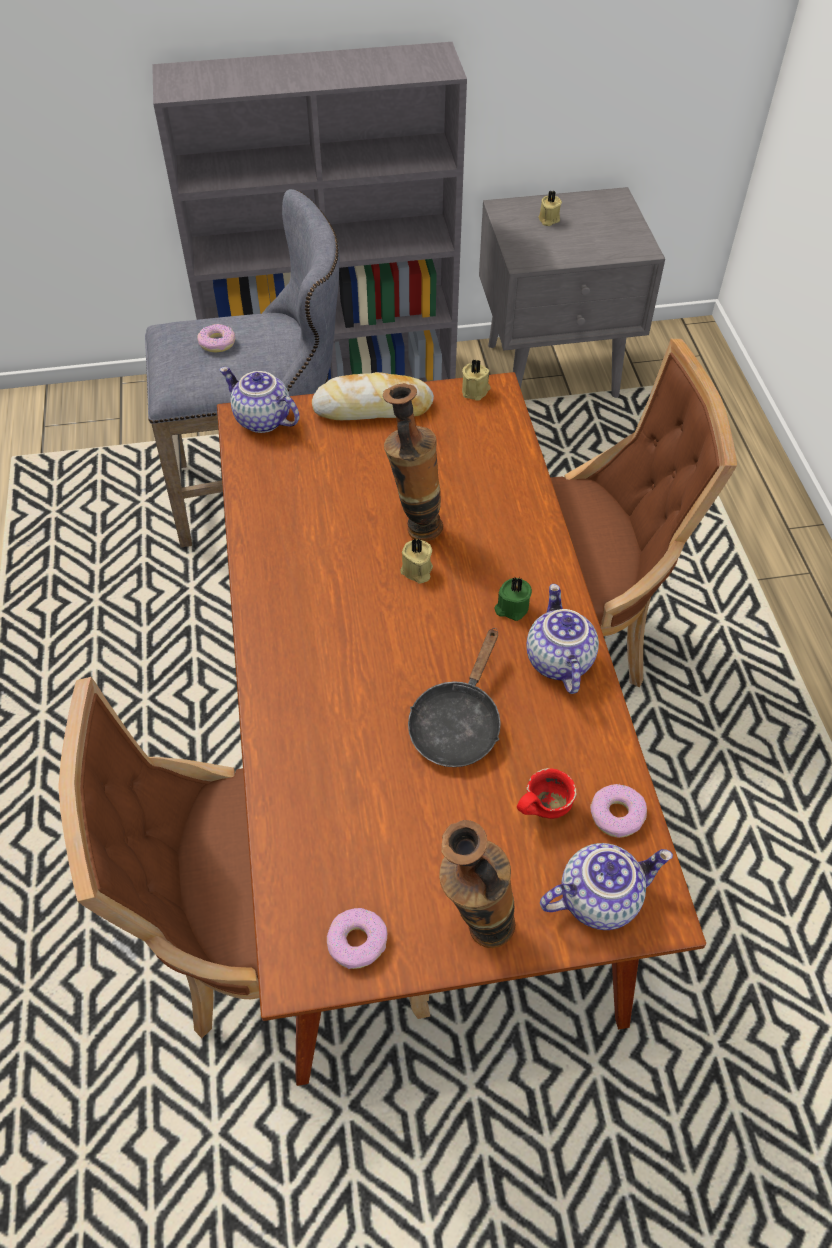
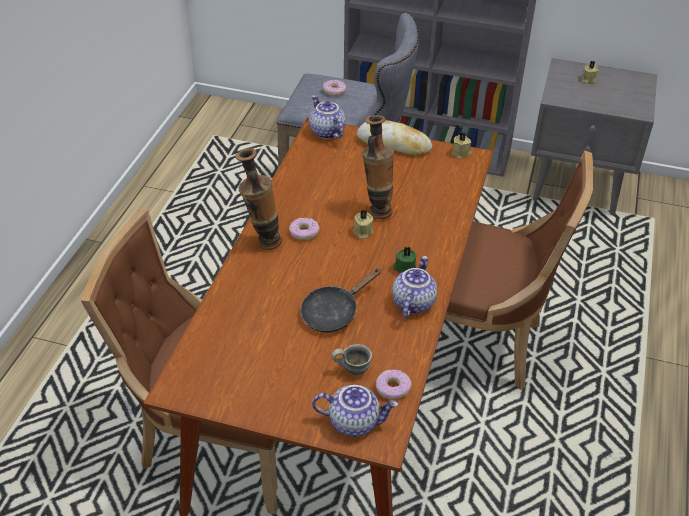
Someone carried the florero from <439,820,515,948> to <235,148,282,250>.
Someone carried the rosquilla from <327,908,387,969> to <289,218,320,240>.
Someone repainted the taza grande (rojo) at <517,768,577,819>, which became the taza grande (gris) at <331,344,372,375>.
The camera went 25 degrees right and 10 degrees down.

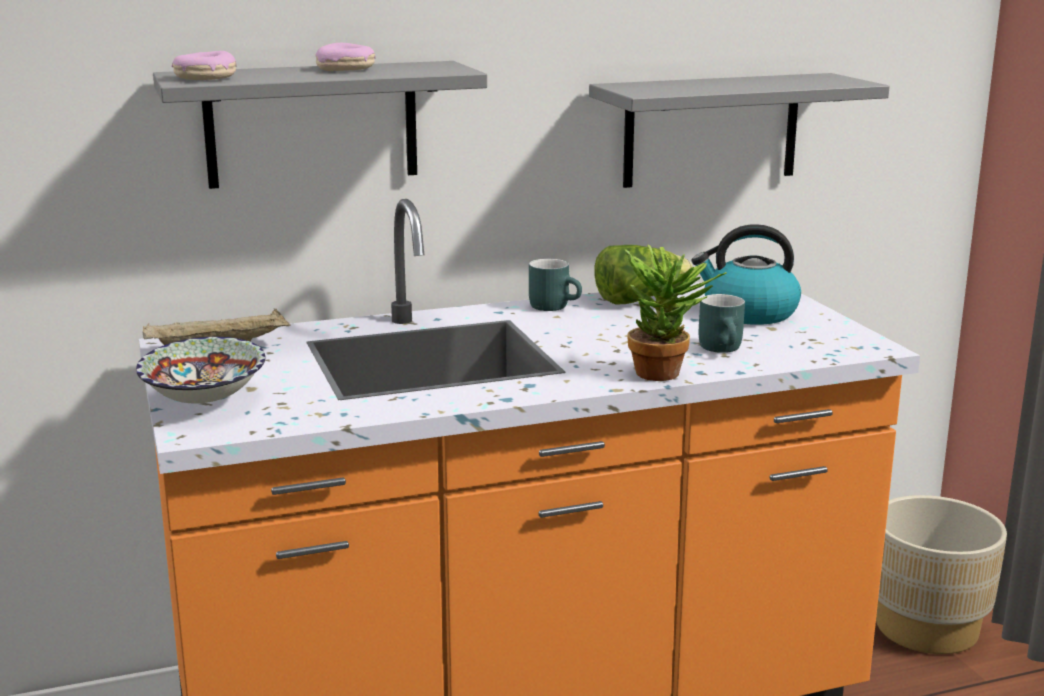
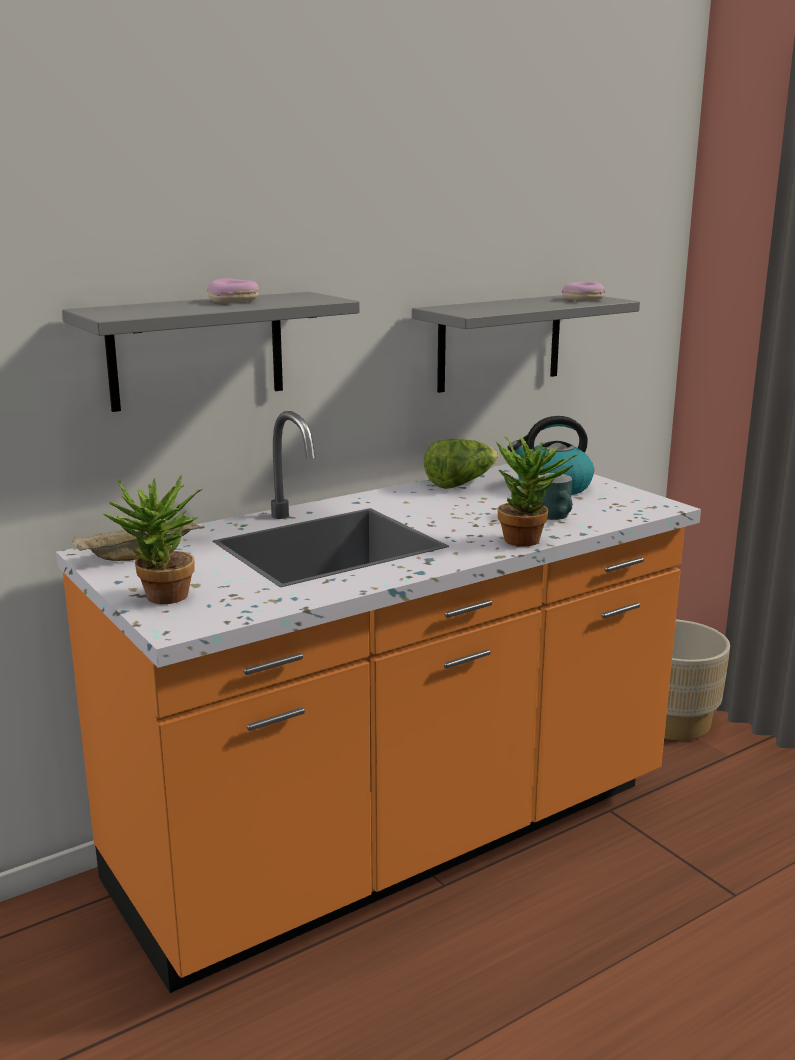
Someone swapped the cuenco at <136,337,265,403> for the planta en maceta at <103,475,203,604>.
Someone carried the rosquilla from <171,51,237,80> to <562,281,605,301>.
Someone took away the taza grande (turquesa) at <529,259,582,311>.
The camera went 15 degrees left and 0 degrees up.

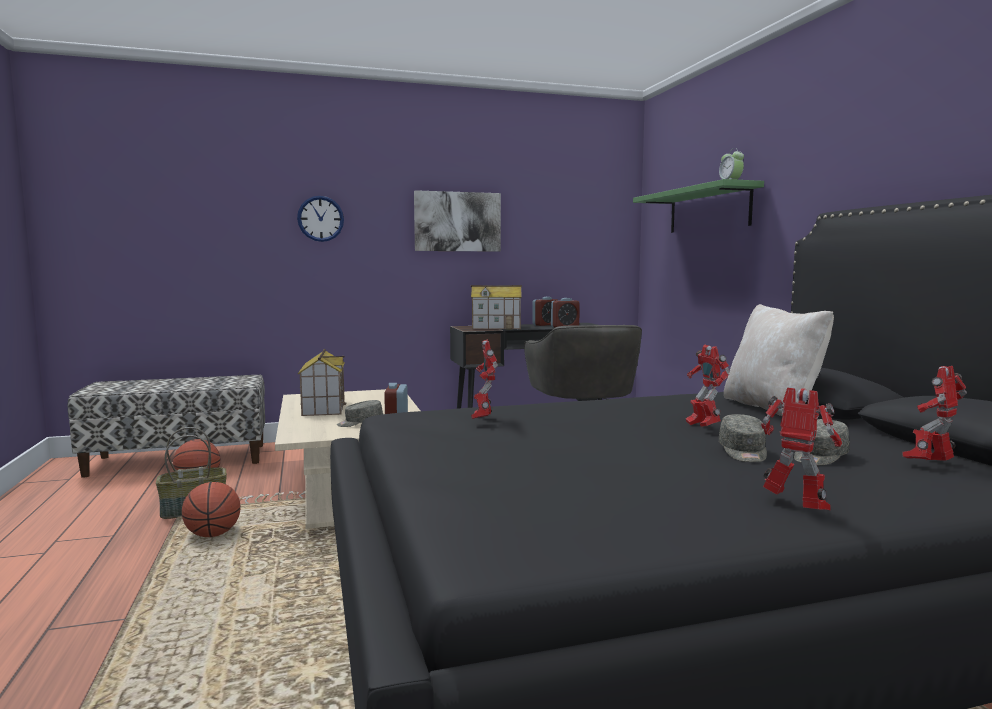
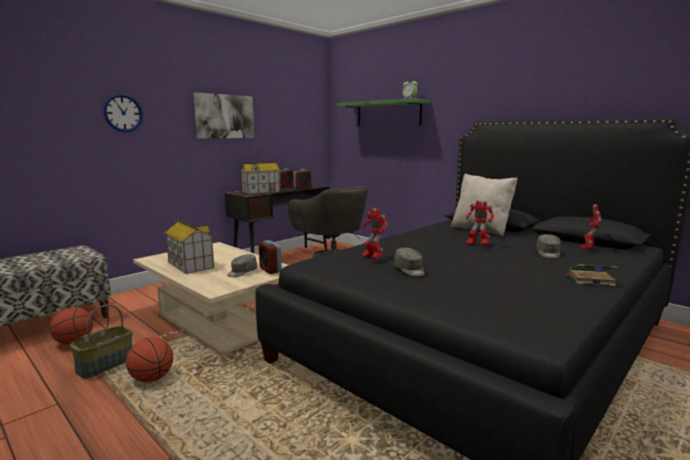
Someone carried the gorra (gris) from <719,414,767,462> to <394,248,425,276>.
Someone swapped the robot de juguete at <761,388,842,510> for the libro at <564,264,618,286>.
The camera went 30 degrees left and 5 degrees up.

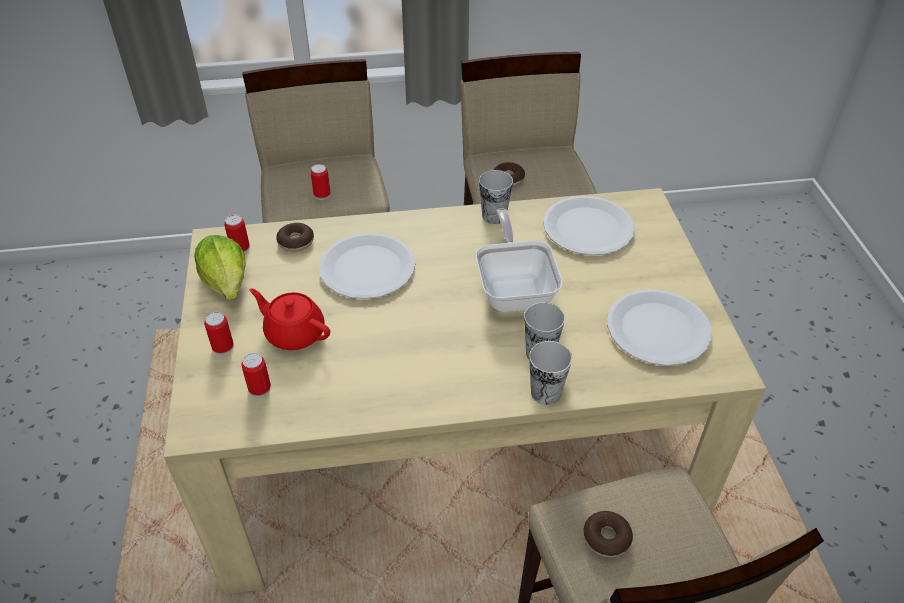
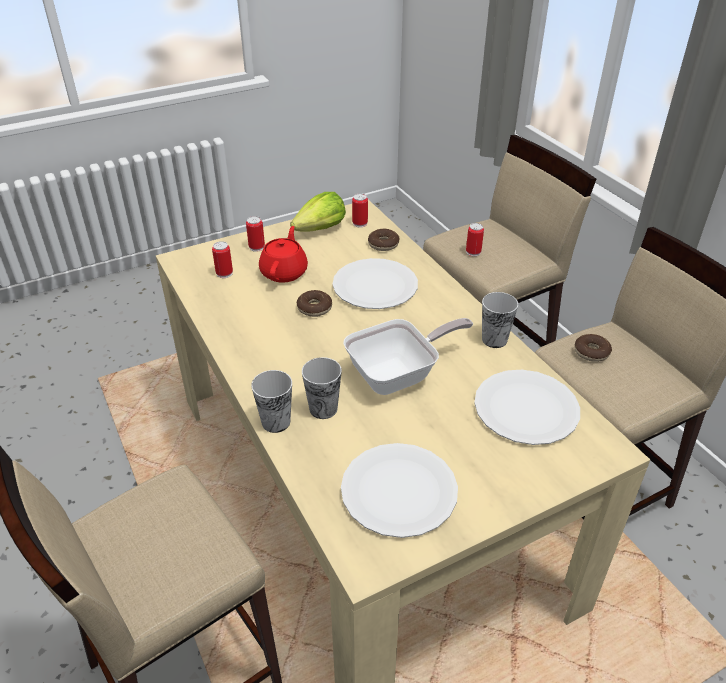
Someone carried the rosquilla from <583,511,633,558> to <297,290,332,317>.
The camera went 70 degrees right and 5 degrees down.

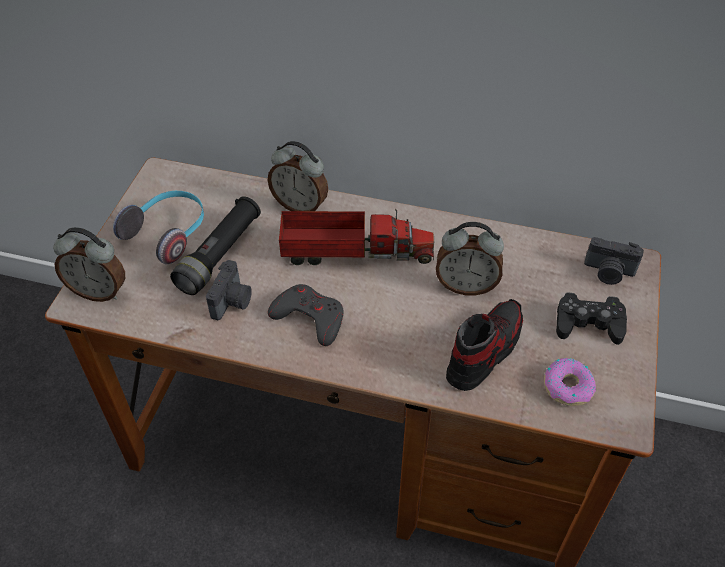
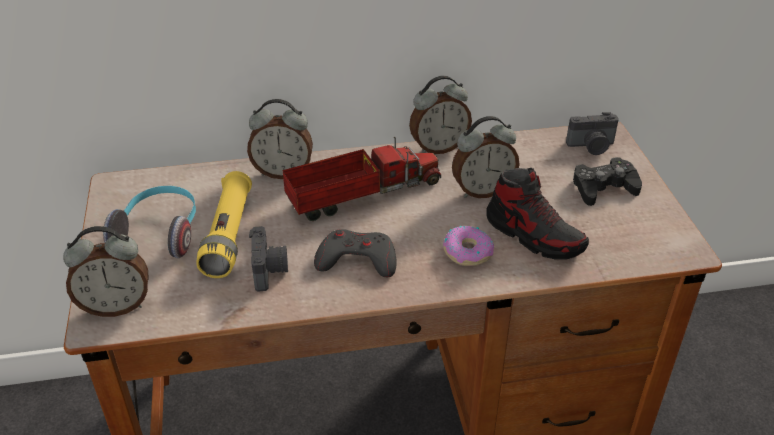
Someone repainted the linterna (negro) at <170,196,261,295>, which became the linterna (amarillo) at <196,171,252,278>.
Someone put down the despertador at <409,76,472,154>.
Someone carried the rosquilla from <544,358,596,406> to <443,226,494,266>.
Someone rotated the zapato at <446,299,523,391> by 120 degrees clockwise.
The camera went 25 degrees left and 10 degrees down.

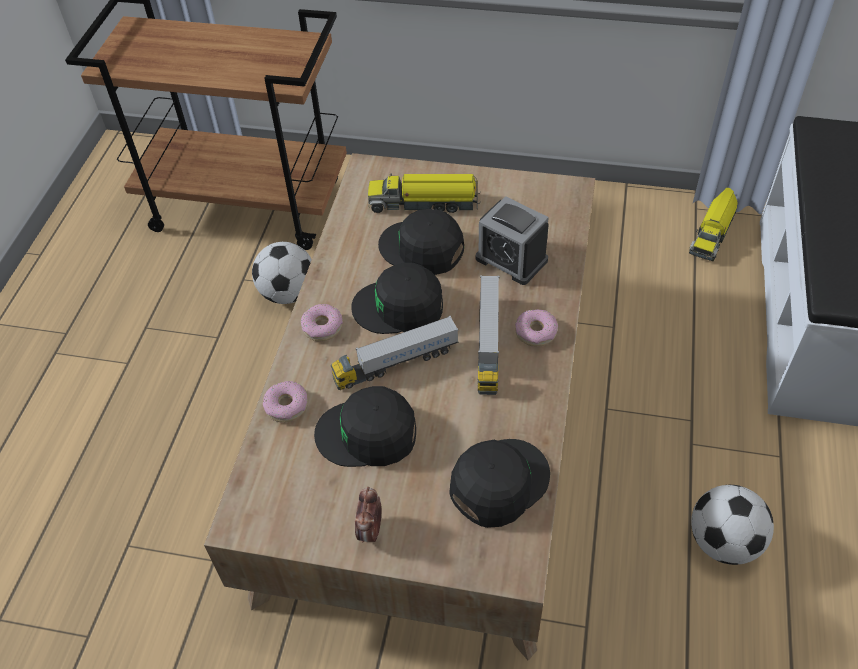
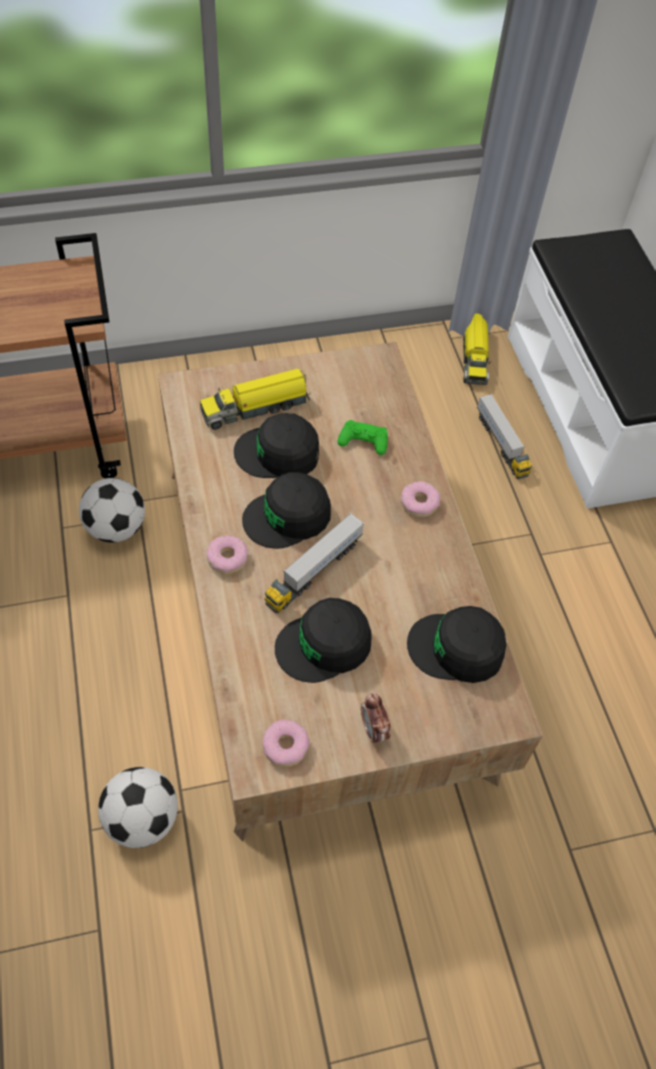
Someone carried the balón de fútbol from <691,485,774,565> to <98,767,178,848>.
Someone carried the rosquilla from <263,381,308,423> to <262,719,309,767>.
Someone swapped the despertador at <476,196,549,285> for the mando de consola (verde) at <338,420,388,455>.
Someone rotated the gorra (negro) at <450,439,550,528> by 105 degrees counterclockwise.
Someone carried the camión de juguete from <478,275,499,395> to <477,394,532,479>.
The camera went 30 degrees left and 5 degrees up.

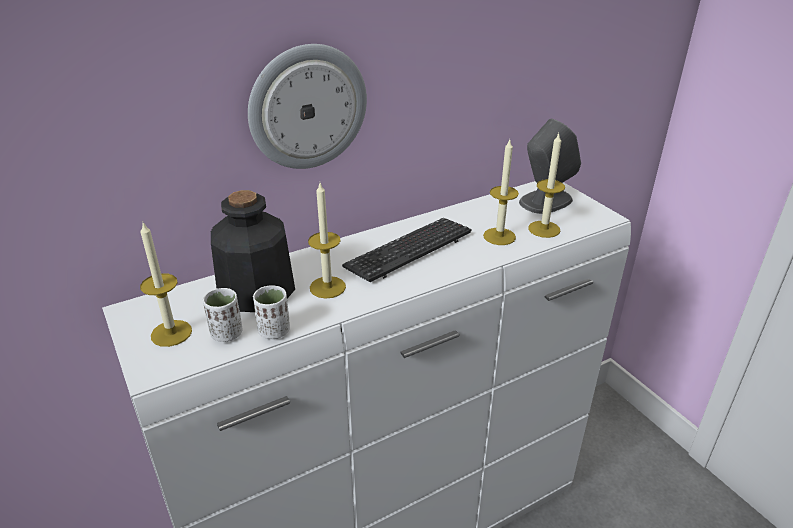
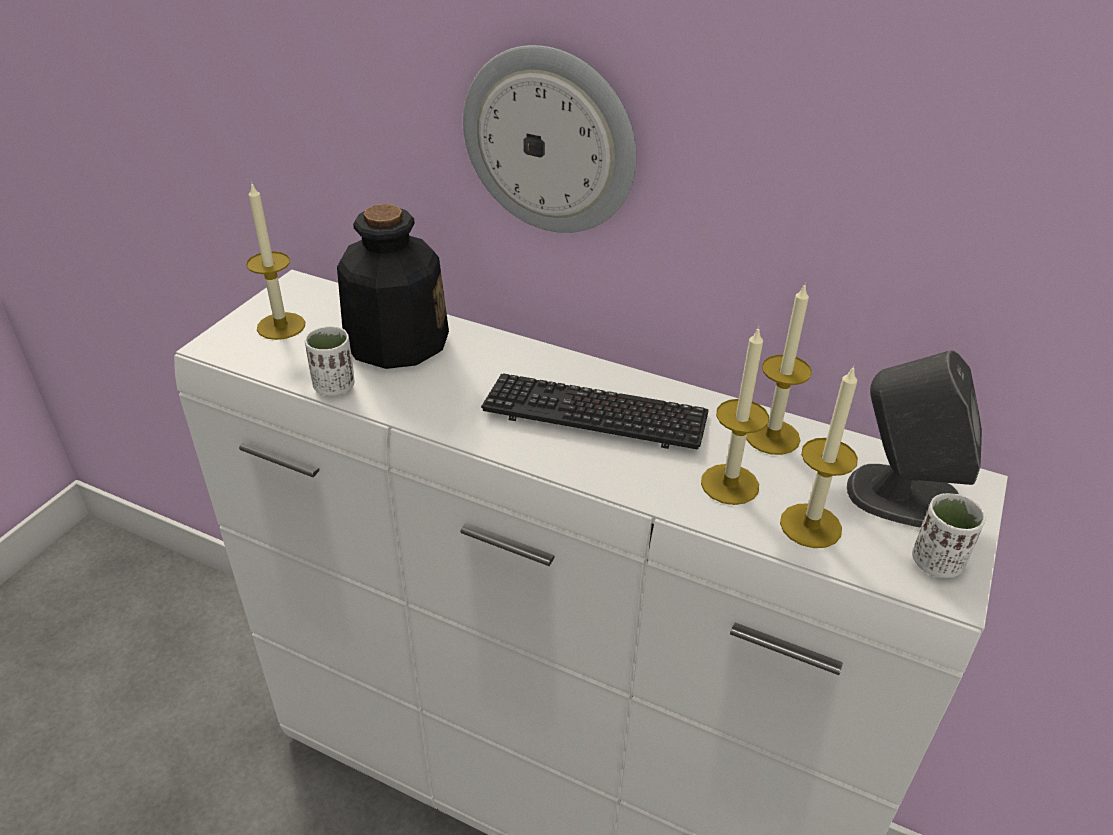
Someone carried the vela from <308,183,346,299> to <746,284,812,455>.
Someone carried the taza (blanco) from <203,288,243,342> to <912,493,986,578>.
The camera went 55 degrees right and 5 degrees up.

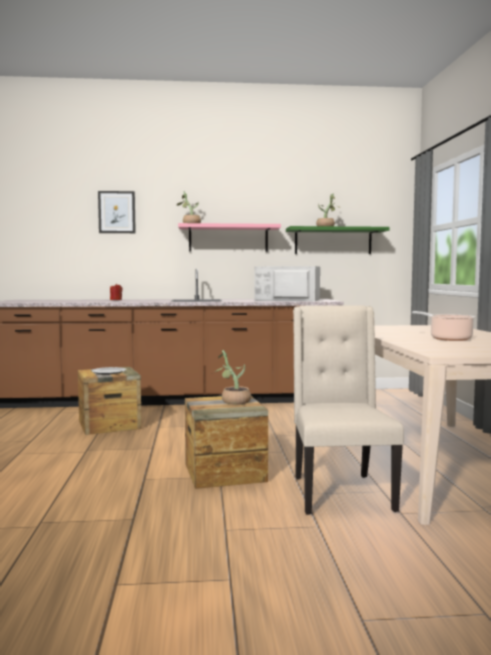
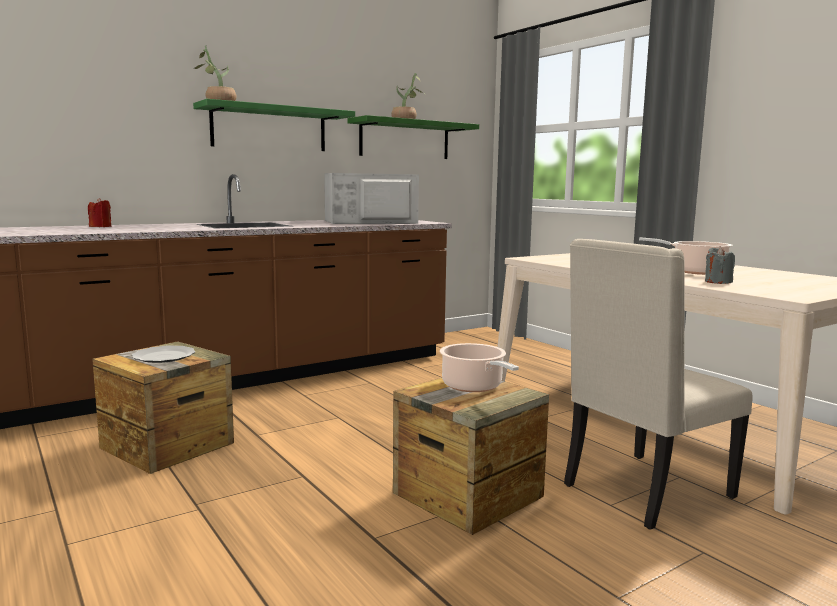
Someone repainted the estante (rosa) at <178,223,281,252>, which became the estante (verde) at <193,99,355,151>.
Someone swapped the planta en maceta at <214,350,251,405> for the olla at <440,343,519,392>.
Someone rotated the silla (beis) at <293,305,404,515> by 90 degrees counterclockwise.
Someone put down the vela (gris) at <705,246,735,284>.
Someone took away the cuadro at <98,191,136,233>.
The camera went 30 degrees left and 5 degrees up.

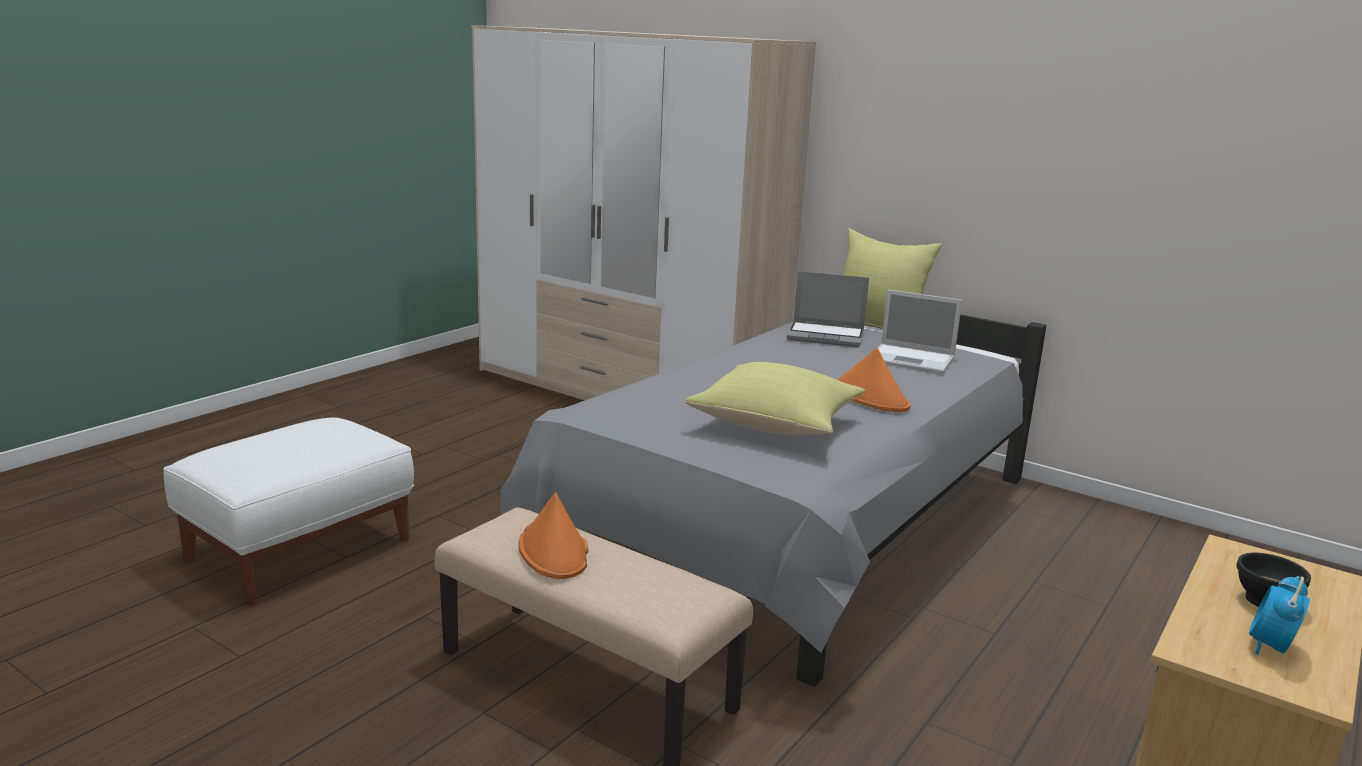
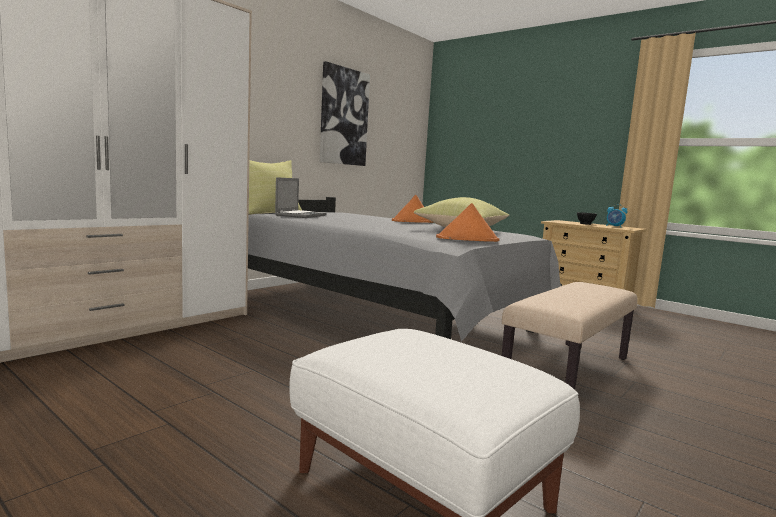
Someone put up the cuadro at <320,61,370,166>.
Someone carried the sombrero (naranja) from <518,492,589,579> to <436,203,499,242>.
Someone took away the portátil at <877,290,962,374>.
The camera went 85 degrees left and 10 degrees down.

